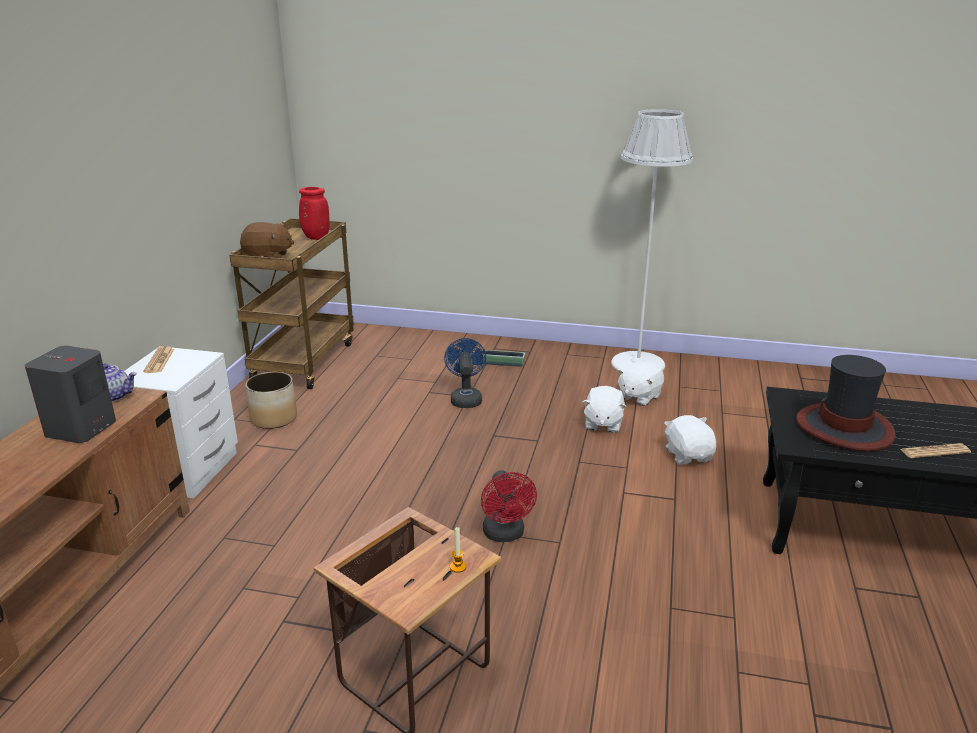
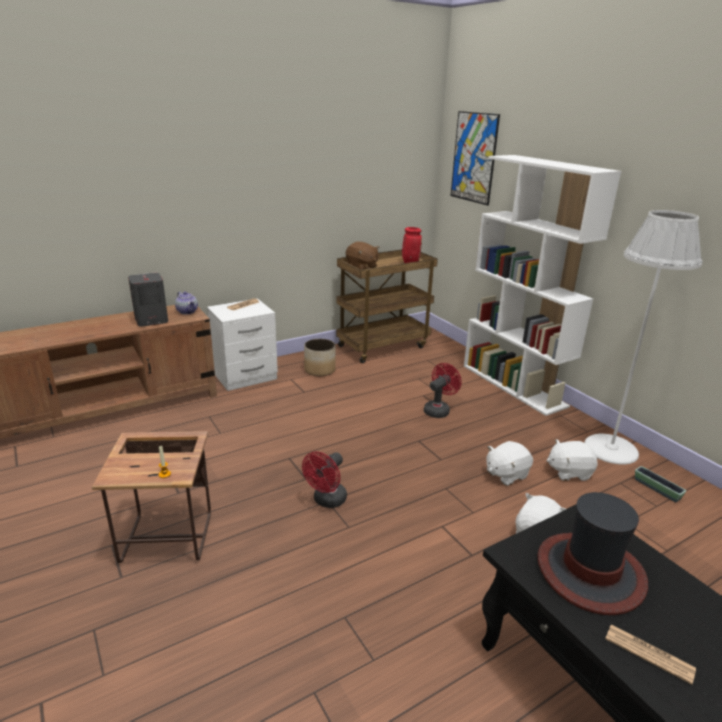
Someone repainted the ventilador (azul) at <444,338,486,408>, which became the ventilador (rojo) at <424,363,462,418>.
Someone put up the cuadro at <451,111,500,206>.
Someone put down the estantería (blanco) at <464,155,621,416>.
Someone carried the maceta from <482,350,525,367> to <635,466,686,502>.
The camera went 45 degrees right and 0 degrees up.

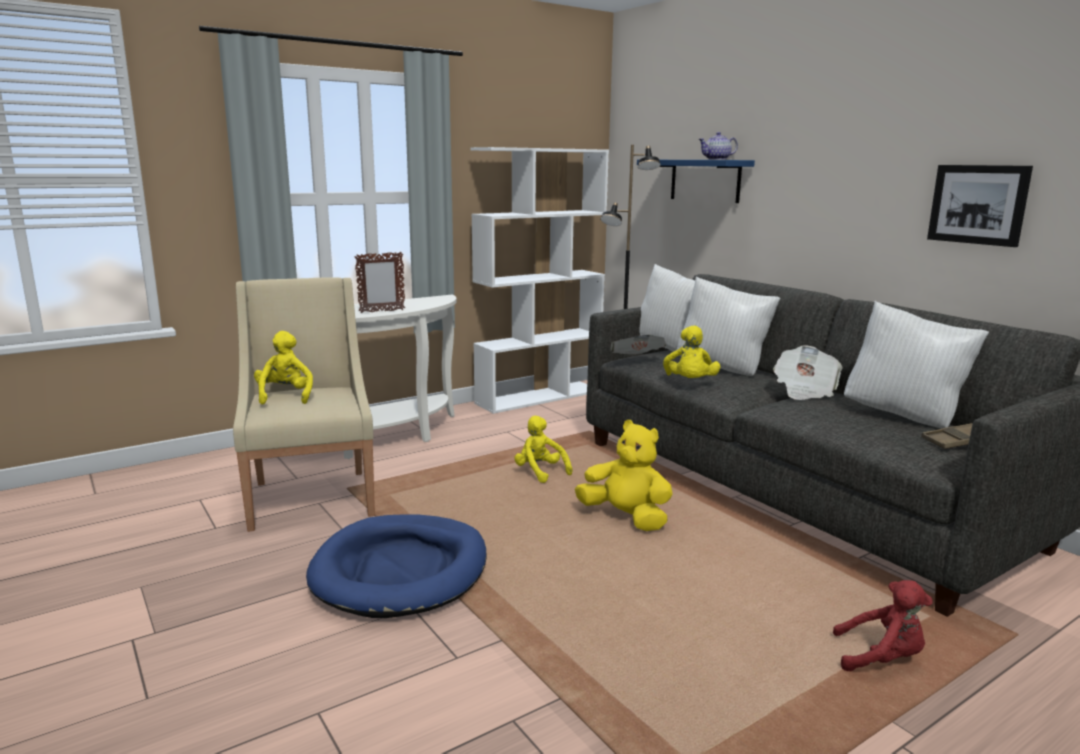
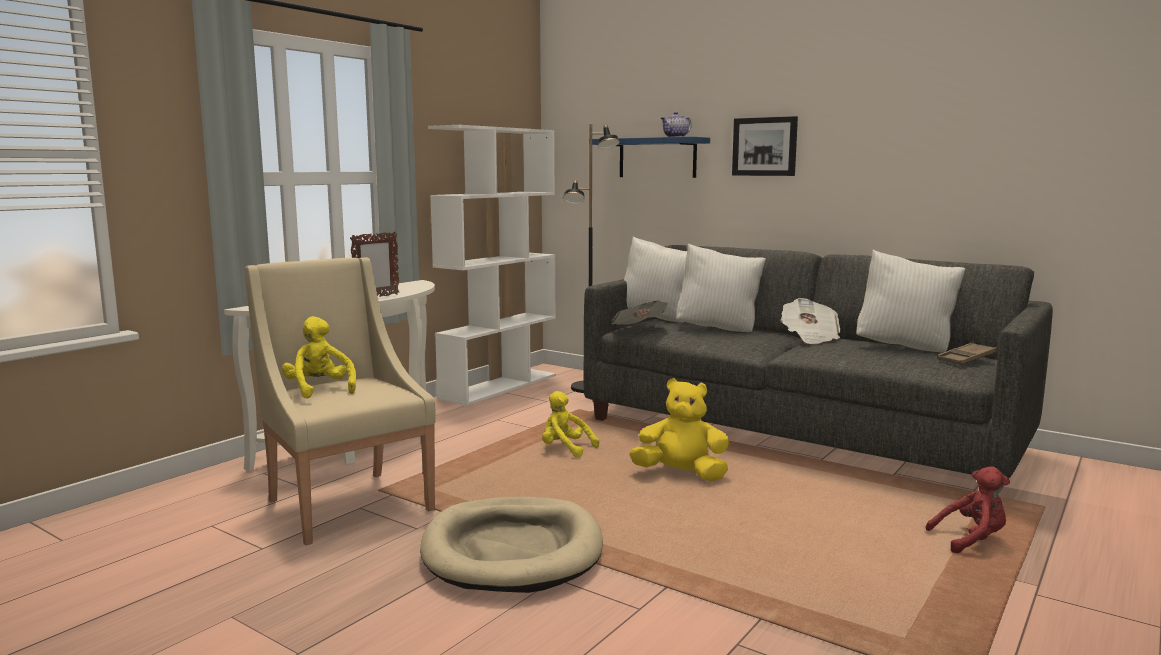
Someone repainted the cama para perro (azul) at <306,515,487,618>, which became the cama para perro (beis) at <420,497,603,593>.
Someone carried the cuadro from <927,165,1033,247> to <732,116,798,176>.
Someone took away the peluche (amarillo) at <663,326,721,378>.
The camera went 20 degrees left and 5 degrees down.

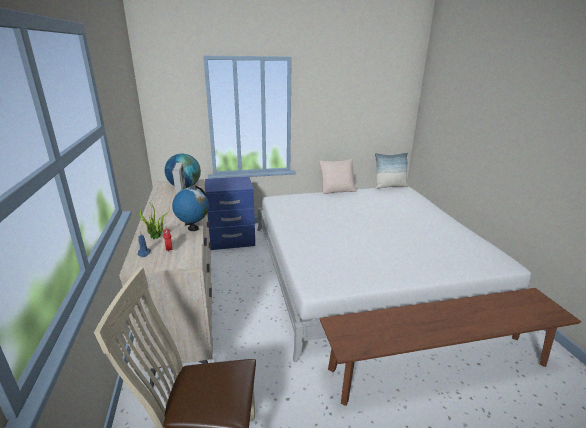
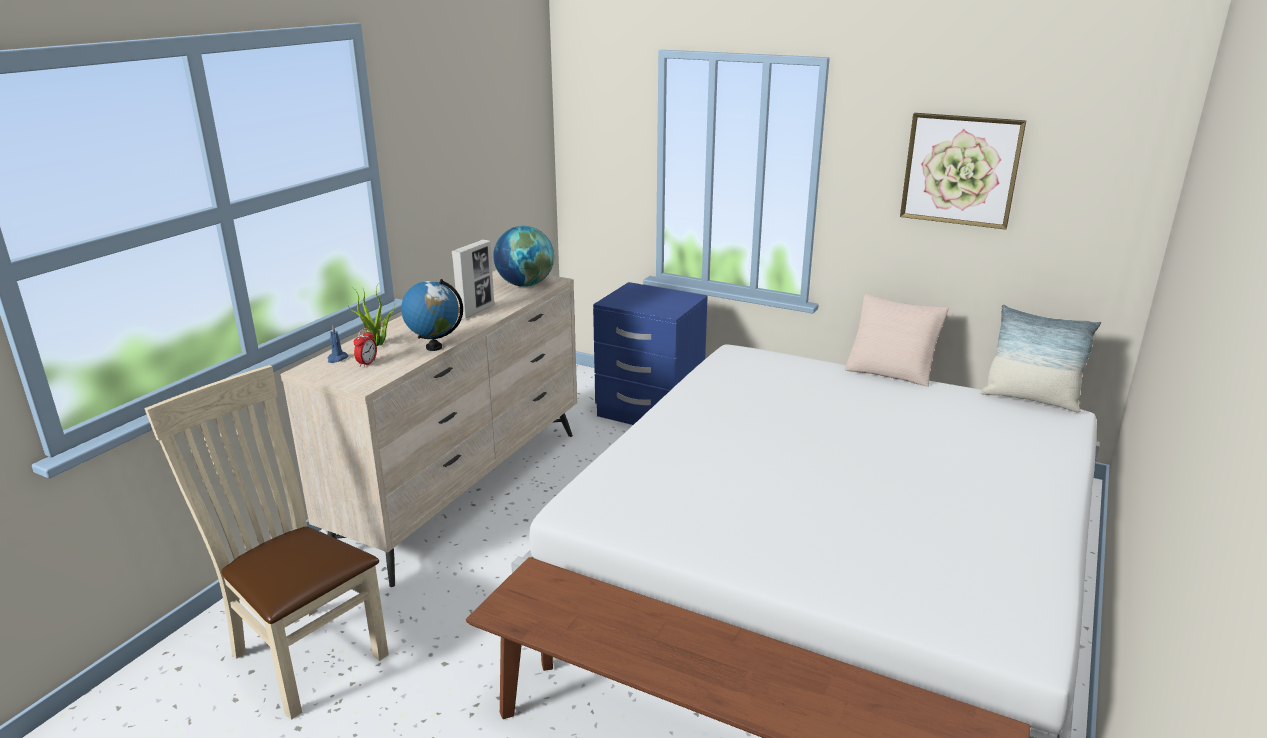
Someone put up the cuadro at <900,113,1026,230>.
The camera went 40 degrees right and 0 degrees up.

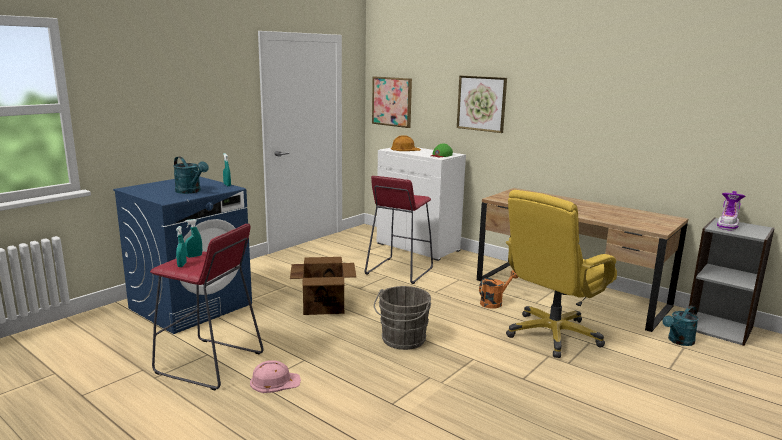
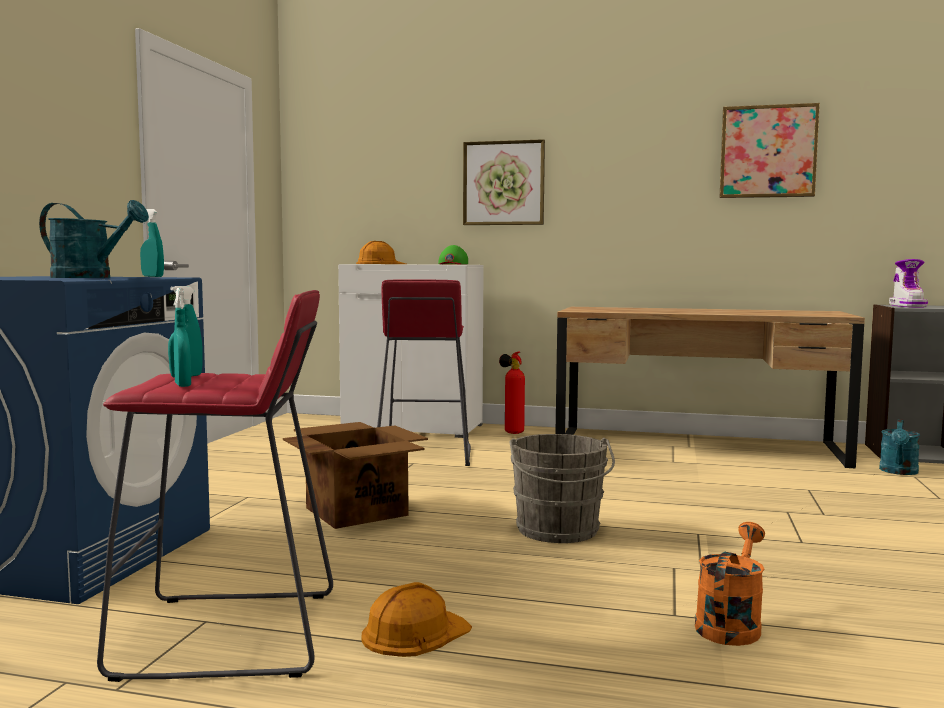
Someone repainted the casco (rosa) at <250,360,301,393>, which became the casco (naranja) at <361,582,472,657>.
Someone put down the extintor at <499,352,525,434>.
Someone carried the regadera (naranja) from <479,271,518,309> to <695,522,765,646>.
Someone carried the cuadro from <372,77,412,128> to <720,103,820,198>.
Someone took away the silla de oficina (amarillo) at <506,190,617,358>.
The camera went 25 degrees left and 10 degrees down.

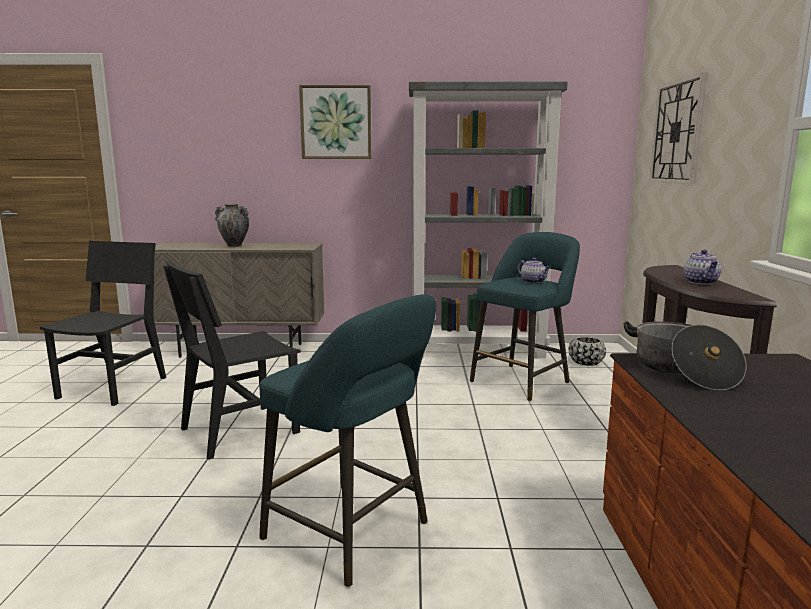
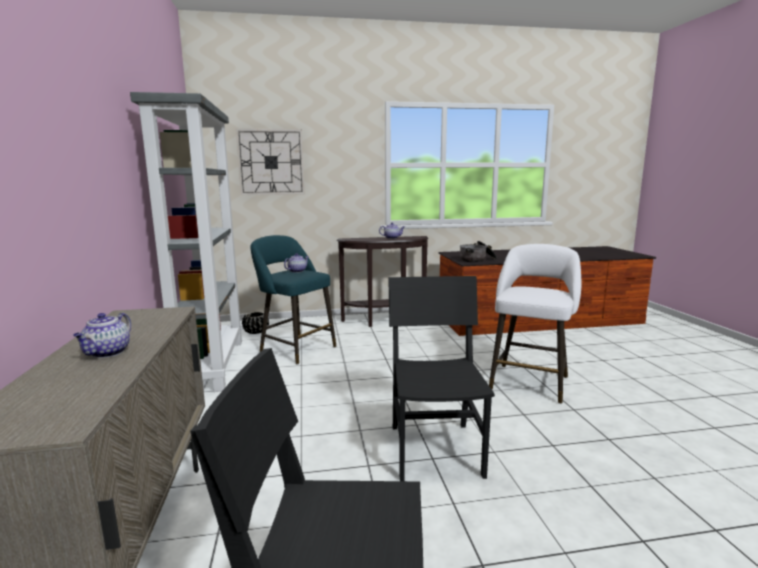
Someone swapped the florero at <215,204,249,247> for the tetera at <73,313,131,358>.
Someone rotated the silla (negro) at <163,261,301,460> by 135 degrees counterclockwise.
Someone repainted the taburete (turquesa) at <259,294,436,587>, which became the taburete (blanco) at <489,244,581,404>.
Someone took away the cuadro at <299,85,371,159>.
The camera went 100 degrees left and 0 degrees up.

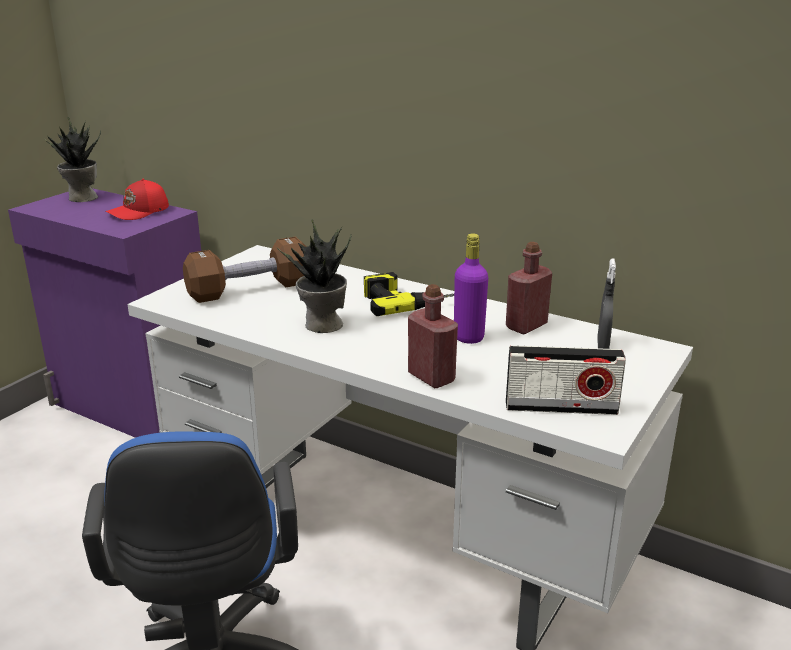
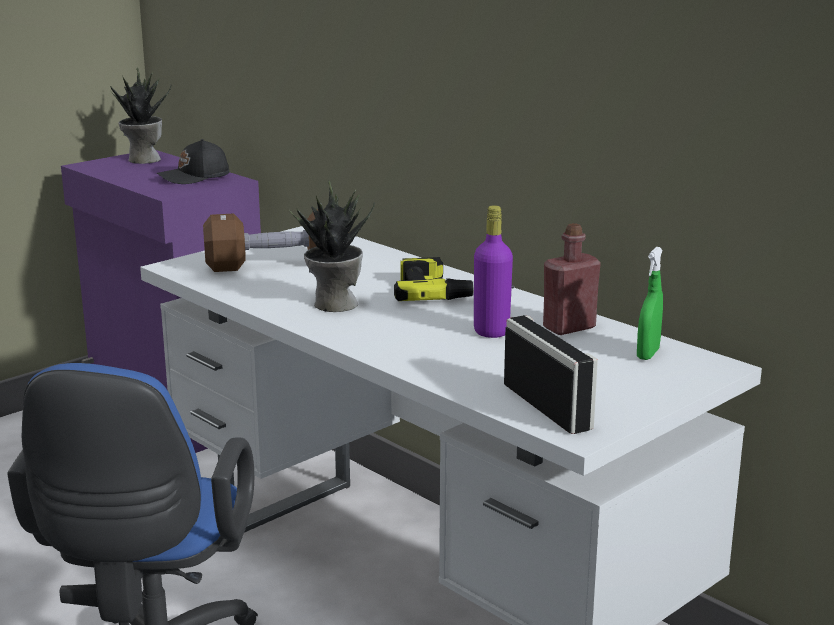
Someone repainted the gorra (rojo) at <105,179,169,220>, which became the gorra (negro) at <157,139,229,184>.
Someone rotated the radio at <506,345,626,415> by 135 degrees counterclockwise.
Someone repainted the pulverizador (gris) at <597,259,616,349>, which became the pulverizador (verde) at <637,247,663,360>.
Someone took away the botella (rojo) at <408,284,458,388>.
The camera went 15 degrees right and 5 degrees down.

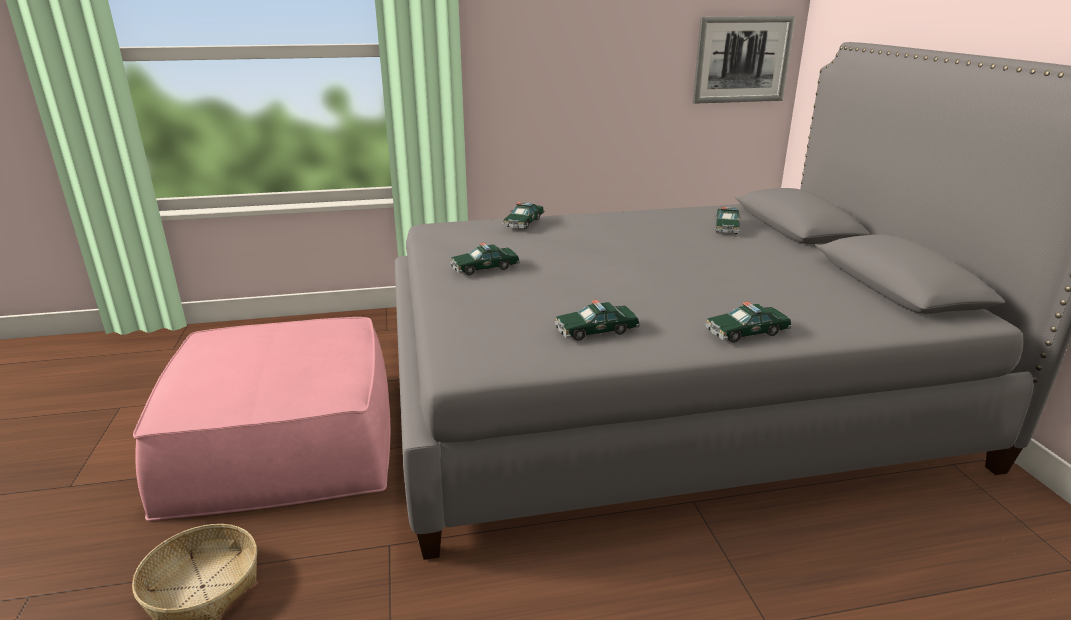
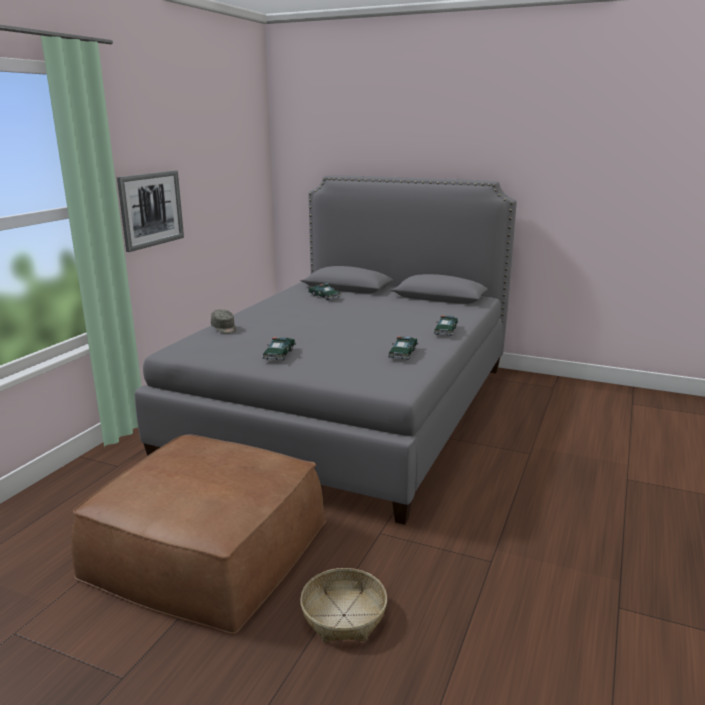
Someone repainted the puf (rosa) at <133,317,390,521>, which became the puf (marrón) at <71,435,326,634>.
Someone carried the cuadro from <693,16,795,103> to <117,170,184,252>.
Someone swapped the coche de juguete at <502,202,544,229> for the gorra (gris) at <211,309,236,333>.
The camera went 55 degrees left and 5 degrees down.

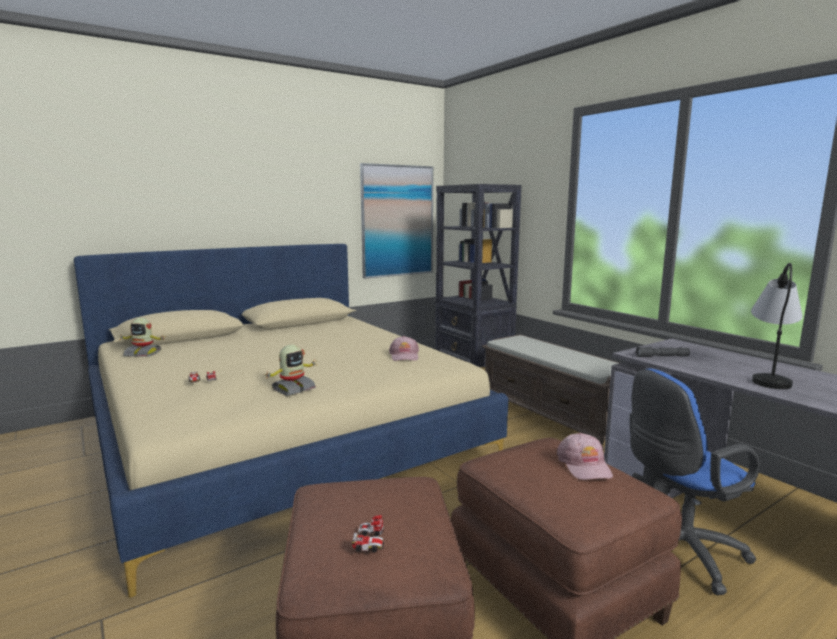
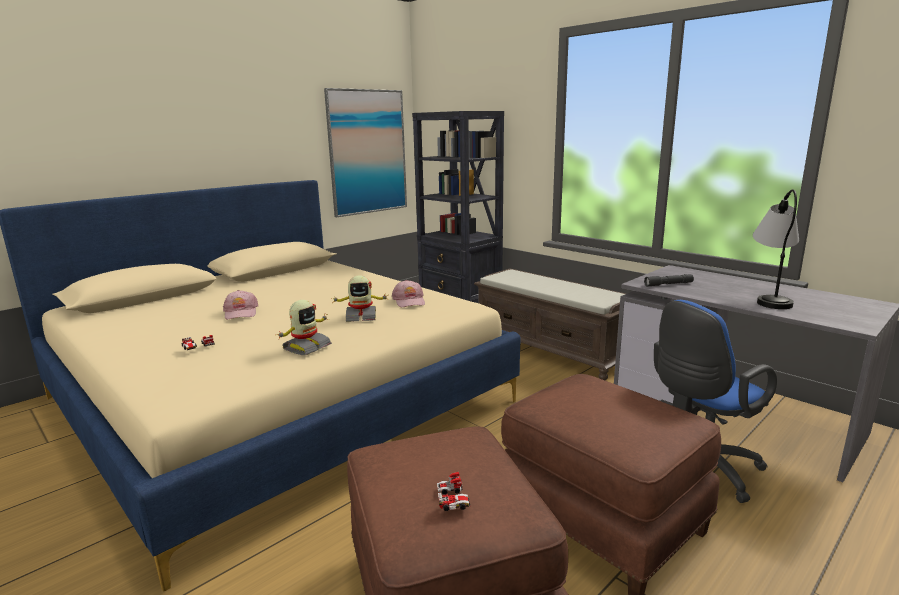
Someone carried the gorra (rosa) from <557,433,613,480> to <223,290,258,319>.
Someone carried the robot de juguete from <119,318,164,357> to <331,276,388,322>.
The camera went 10 degrees left and 5 degrees up.

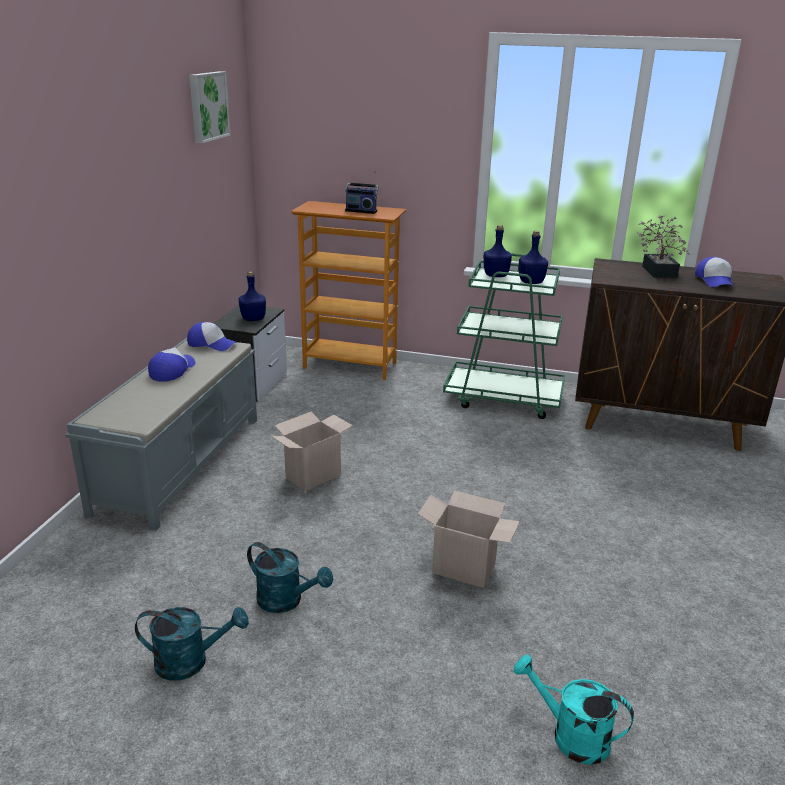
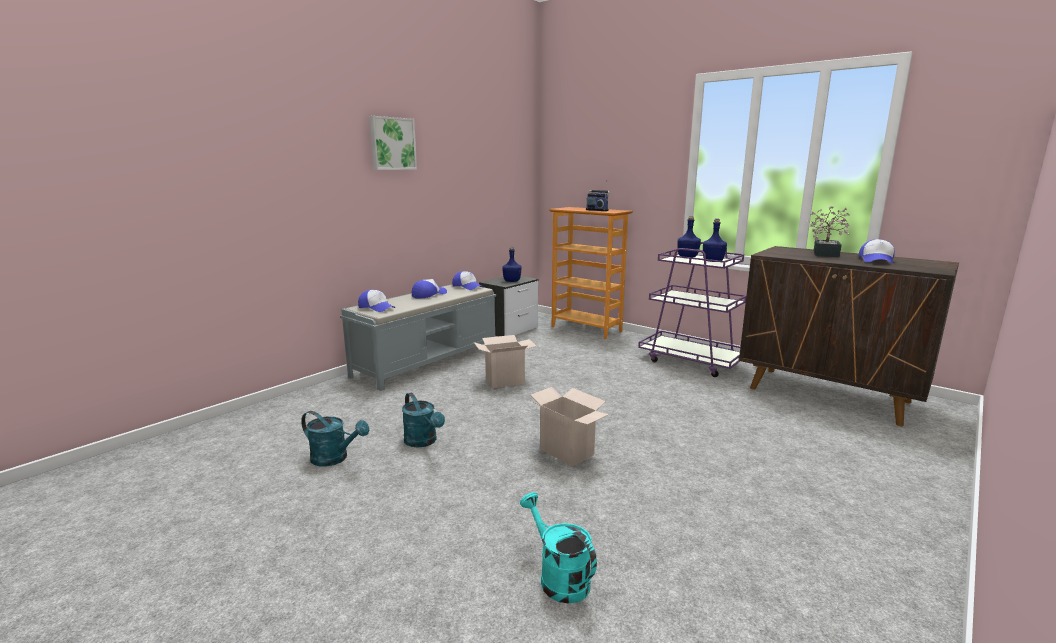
Someone put down the gorra at <358,290,395,312>.
Someone carried the cuadro from <189,71,230,143> to <369,116,417,170>.
Someone repainted the carrito (verde) at <443,253,565,419>, which became the carrito (morado) at <638,242,746,377>.
The camera went 25 degrees right and 10 degrees down.

